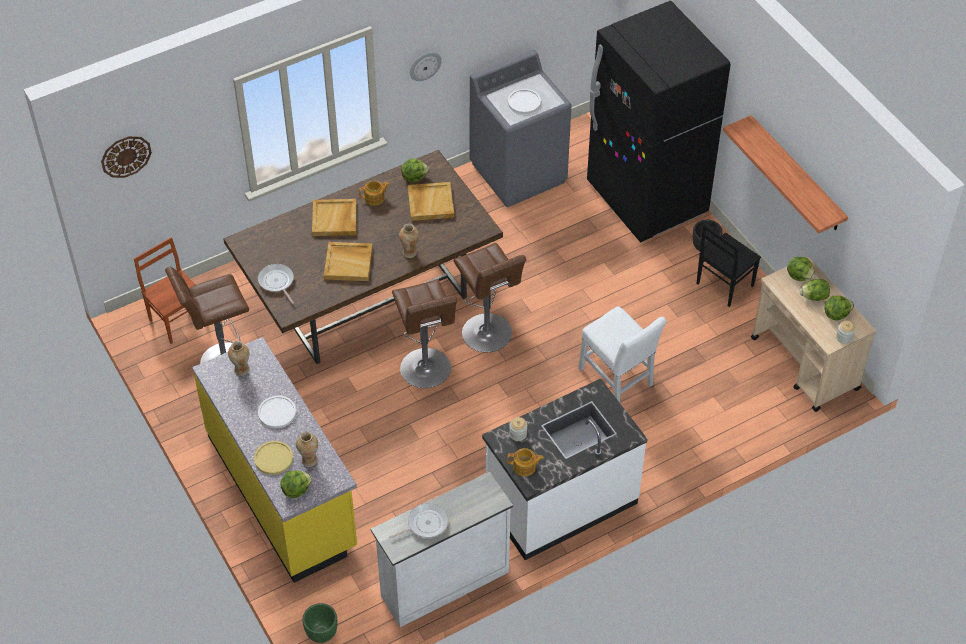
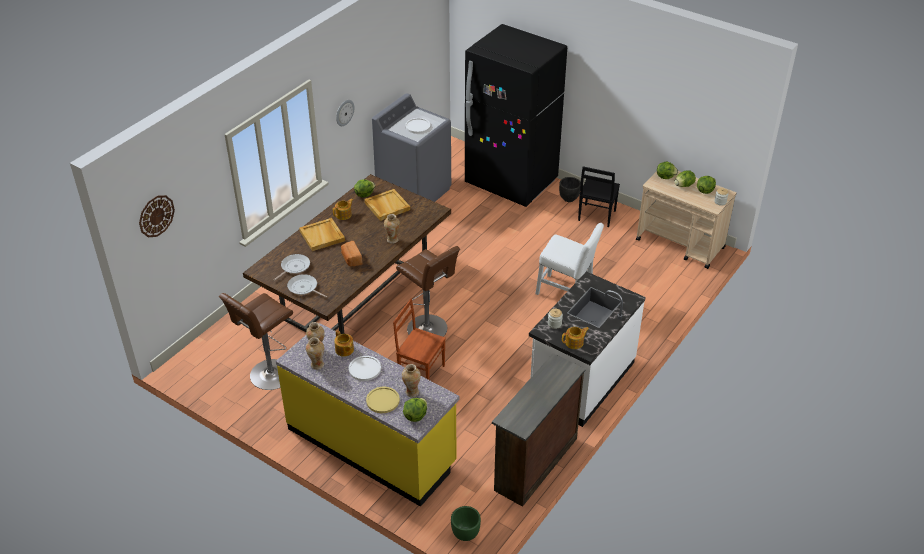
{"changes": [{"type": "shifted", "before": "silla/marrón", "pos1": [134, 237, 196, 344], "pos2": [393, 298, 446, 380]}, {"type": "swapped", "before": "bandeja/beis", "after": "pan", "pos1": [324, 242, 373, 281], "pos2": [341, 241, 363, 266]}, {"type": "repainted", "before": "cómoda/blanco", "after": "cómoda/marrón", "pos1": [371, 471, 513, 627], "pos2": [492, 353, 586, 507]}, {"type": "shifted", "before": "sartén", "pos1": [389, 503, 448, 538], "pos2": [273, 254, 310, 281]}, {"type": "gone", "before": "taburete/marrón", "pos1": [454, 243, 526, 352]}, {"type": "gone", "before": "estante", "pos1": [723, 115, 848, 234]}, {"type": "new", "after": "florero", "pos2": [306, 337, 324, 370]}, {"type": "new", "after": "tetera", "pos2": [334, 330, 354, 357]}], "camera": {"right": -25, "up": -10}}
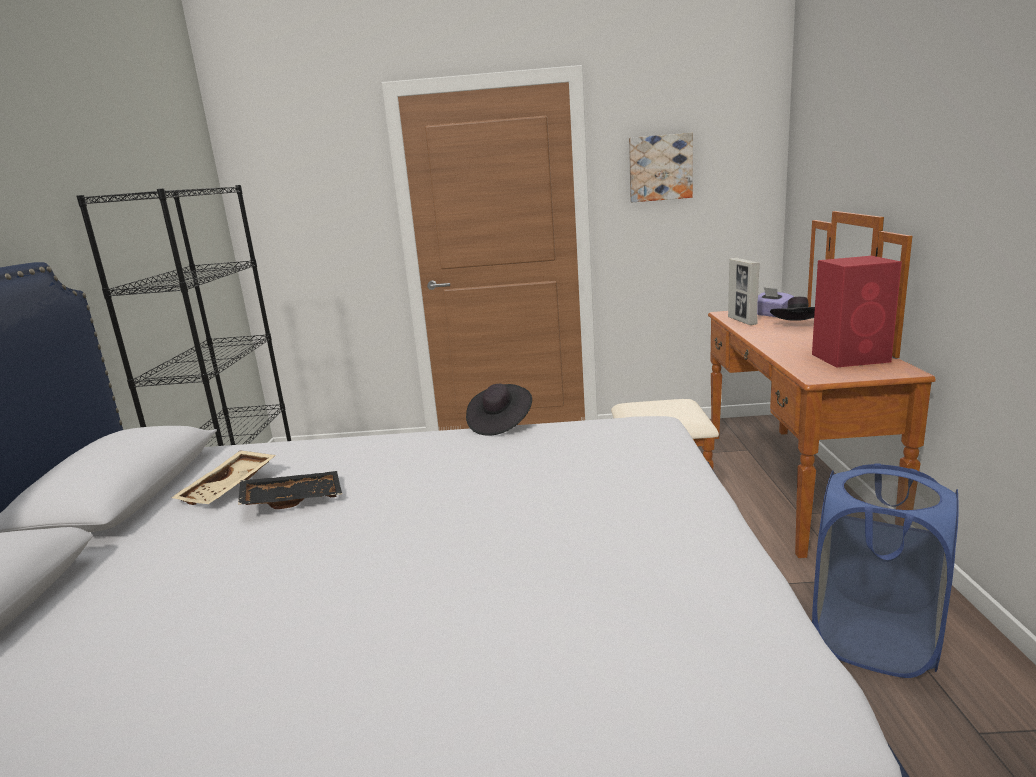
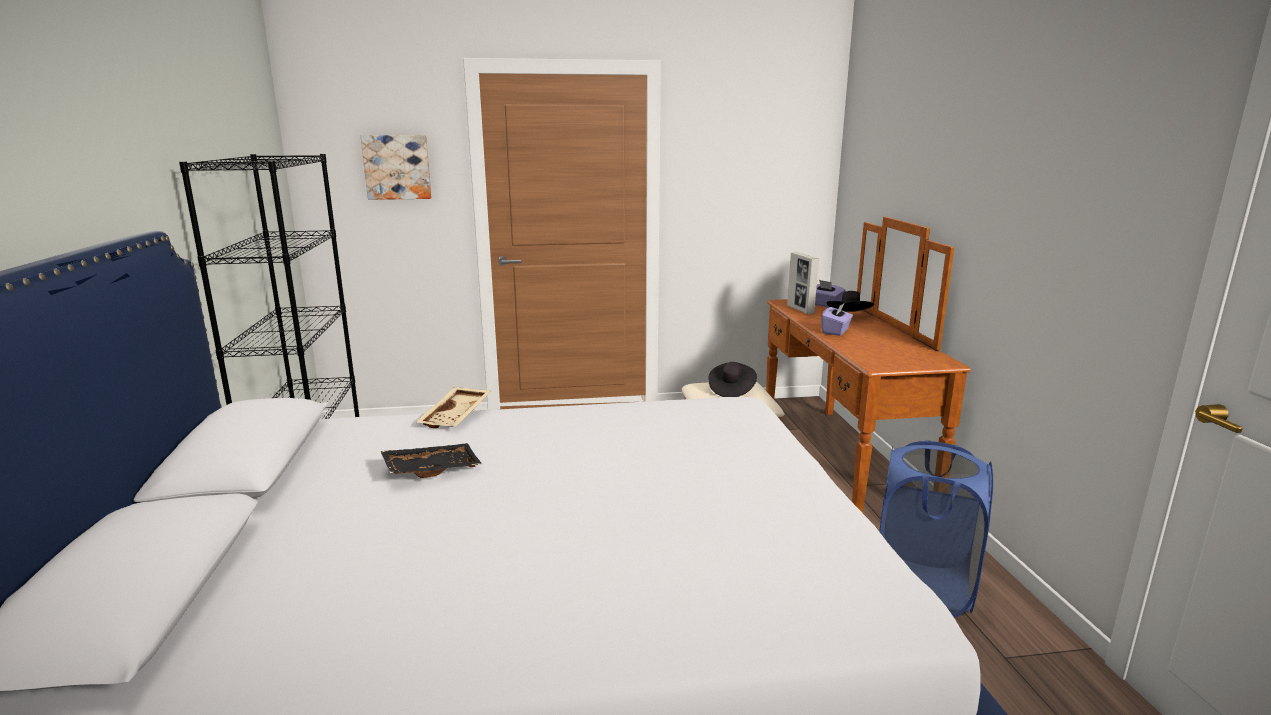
{"changes": [{"type": "shifted", "before": "bandeja/beis", "pos1": [171, 451, 276, 505], "pos2": [416, 387, 491, 428]}, {"type": "shifted", "before": "sombrero/negro", "pos1": [466, 384, 532, 436], "pos2": [708, 362, 757, 397]}, {"type": "shifted", "before": "cuadro", "pos1": [629, 133, 693, 202], "pos2": [361, 135, 432, 200]}, {"type": "gone", "before": "altavoz/rojo", "pos1": [812, 256, 902, 368]}, {"type": "new", "after": "caja de pañuelos/morado", "pos2": [821, 303, 853, 336]}], "camera": {"right": -10, "up": 0}}
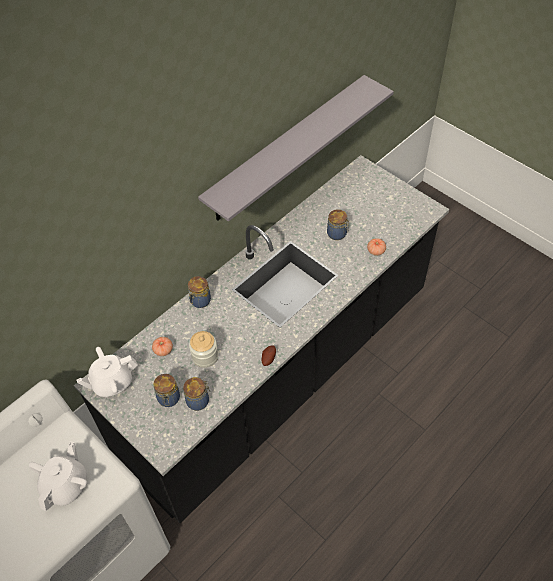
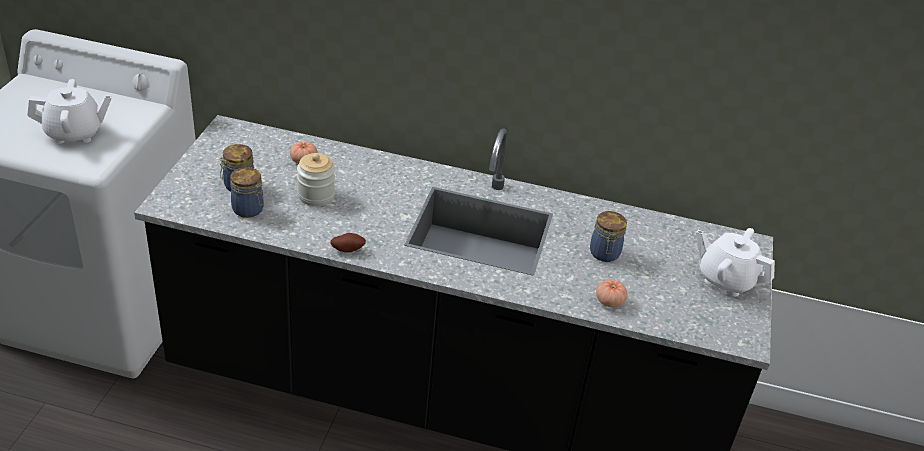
{"changes": [{"type": "shifted", "before": "tetera/blanco", "pos1": [76, 347, 138, 397], "pos2": [696, 228, 775, 296]}, {"type": "gone", "before": "tarro", "pos1": [188, 276, 211, 308]}, {"type": "gone", "before": "estante/gris", "pos1": [198, 75, 394, 221]}], "camera": {"right": 55, "up": -15}}
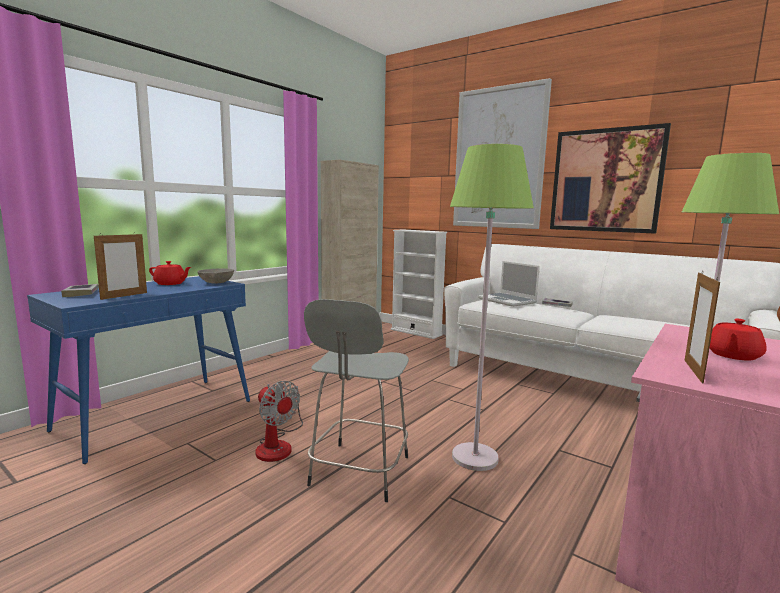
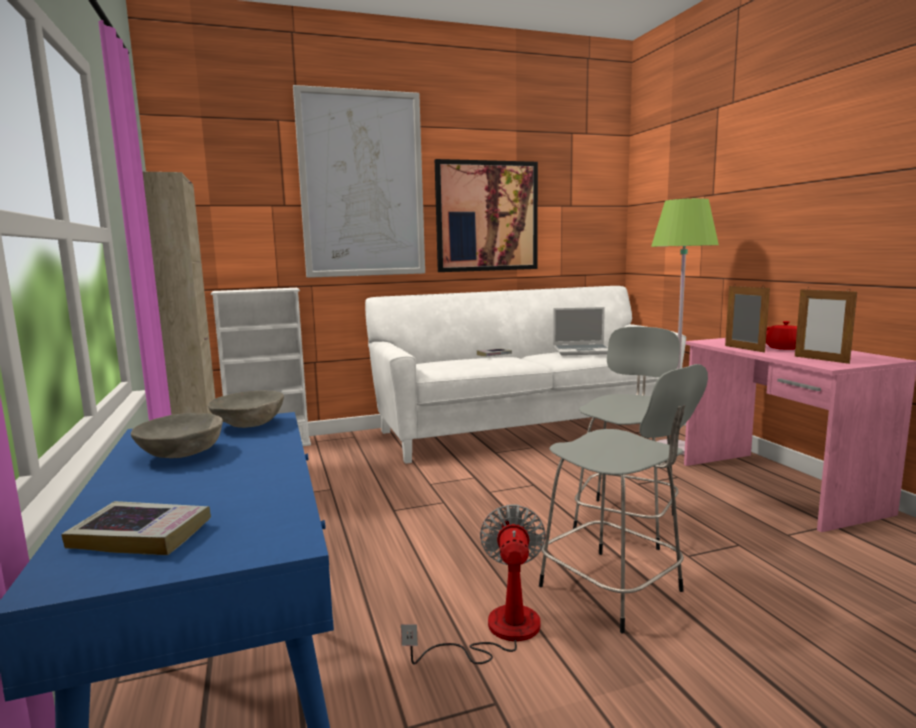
{"changes": [{"type": "shifted", "before": "portarretratos", "pos1": [94, 232, 147, 300], "pos2": [725, 285, 770, 353]}, {"type": "swapped", "before": "tetera/rojo", "after": "cuenco/gris", "pos1": [149, 261, 191, 285], "pos2": [131, 413, 223, 458]}, {"type": "rotated", "before": "ventilador", "pos1": [255, 381, 303, 462], "pos2": [401, 504, 546, 665], "turn": -75}, {"type": "swapped", "before": "lámpara de pie/verde", "after": "taburete/gris", "pos1": [450, 144, 534, 471], "pos2": [573, 327, 680, 550]}, {"type": "shifted", "before": "portátil", "pos1": [478, 261, 540, 307], "pos2": [553, 307, 608, 355]}], "camera": {"right": -55, "up": 0}}
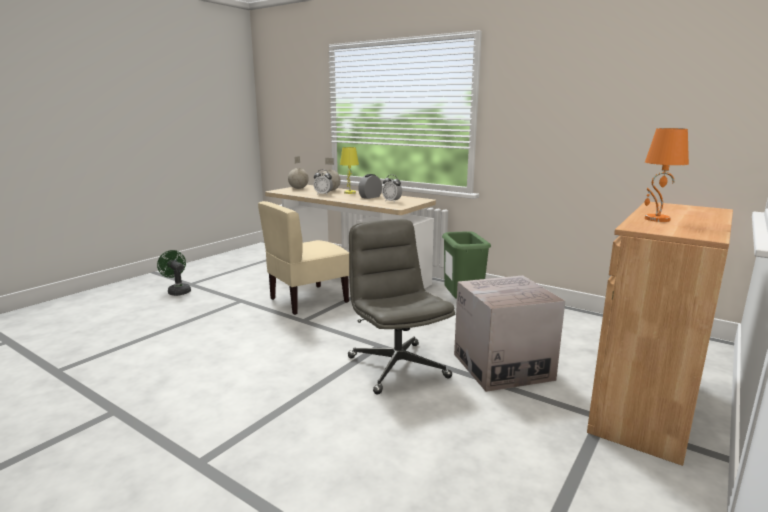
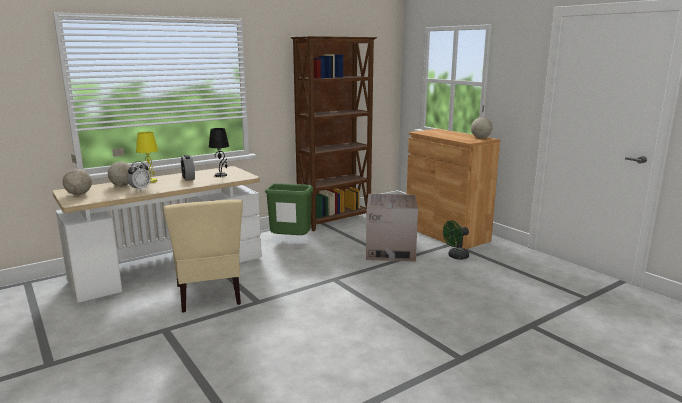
{"changes": [{"type": "shifted", "before": "ventilador/verde", "pos1": [157, 250, 191, 296], "pos2": [443, 220, 469, 260]}, {"type": "gone", "before": "silla de oficina/gris", "pos1": [348, 219, 455, 395]}, {"type": "swapped", "before": "despertador", "after": "lámpara de mesa/negro", "pos1": [382, 175, 402, 203], "pos2": [209, 128, 229, 177]}, {"type": "gone", "before": "lámpara de mesa/naranja", "pos1": [644, 128, 689, 222]}, {"type": "new", "after": "estantería/marrón", "pos2": [290, 36, 377, 231]}, {"type": "new", "after": "globo terráqueo", "pos2": [471, 105, 493, 138]}], "camera": {"right": -70, "up": 0}}
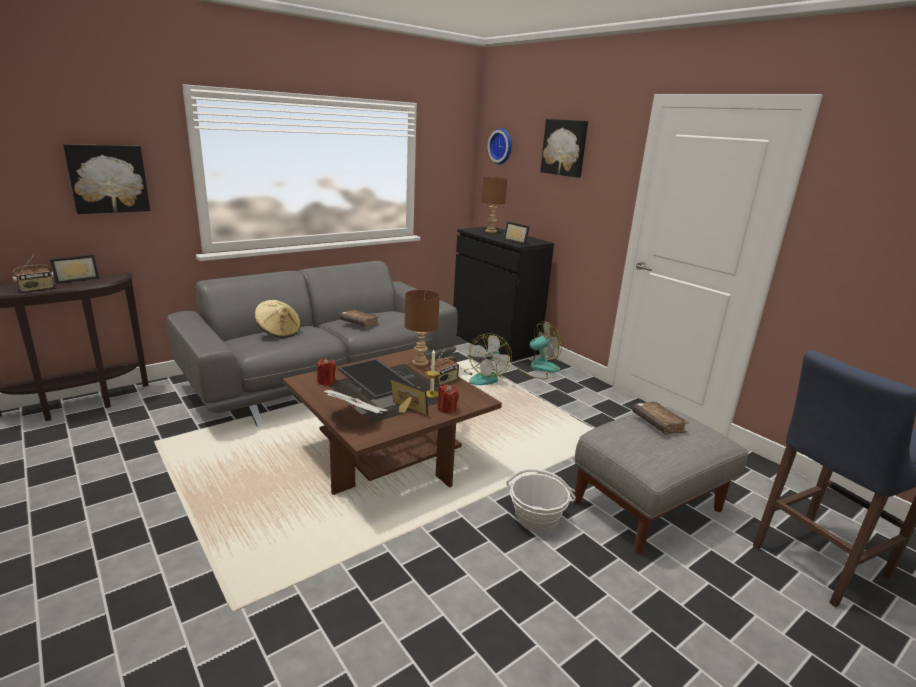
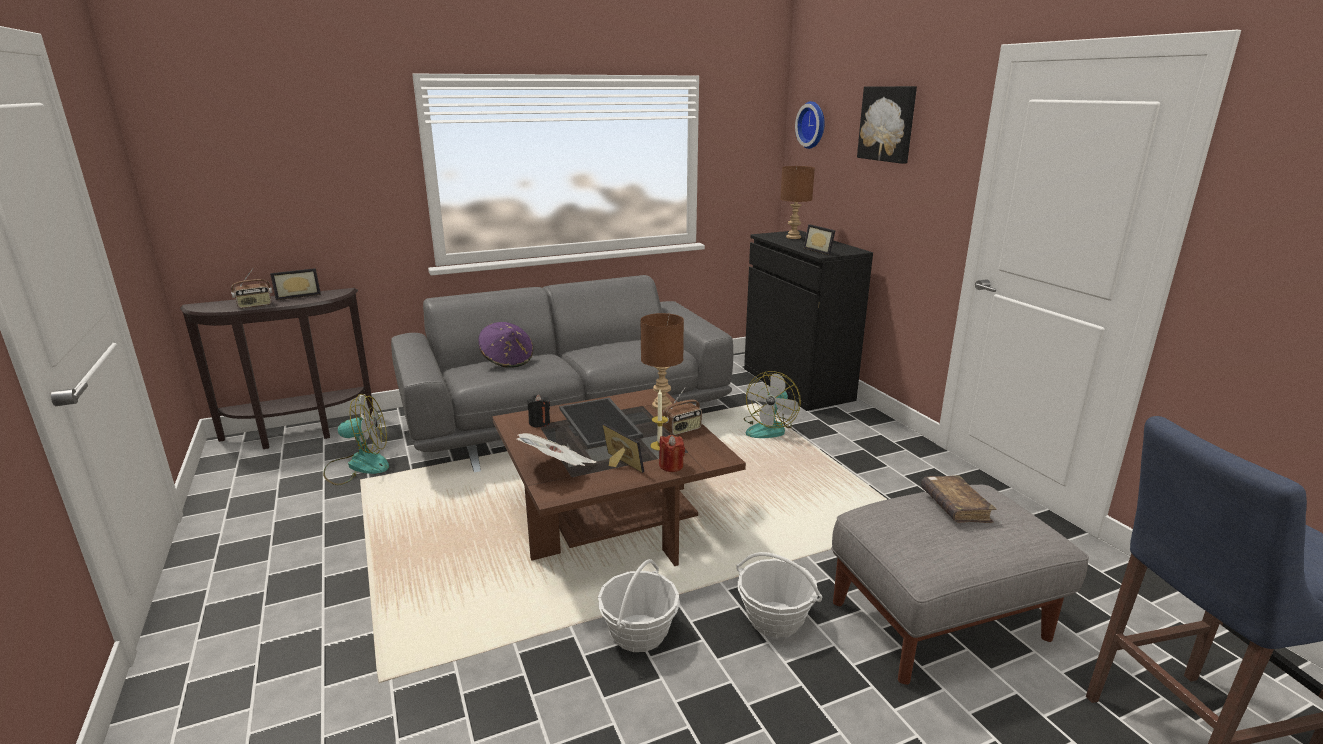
{"changes": [{"type": "gone", "before": "cuadro", "pos1": [63, 144, 150, 214]}, {"type": "repainted", "before": "sombrero/beis", "after": "sombrero/morado", "pos1": [254, 300, 301, 338], "pos2": [478, 322, 533, 368]}, {"type": "repainted", "before": "vela/rojo", "after": "vela/negro", "pos1": [317, 358, 336, 386], "pos2": [528, 395, 550, 428]}, {"type": "gone", "before": "libro/marrón", "pos1": [339, 310, 380, 327]}, {"type": "shifted", "before": "ventilador", "pos1": [518, 321, 562, 379], "pos2": [323, 394, 389, 485]}, {"type": "new", "after": "cesta", "pos2": [598, 559, 680, 652]}], "camera": {"right": 15, "up": 0}}
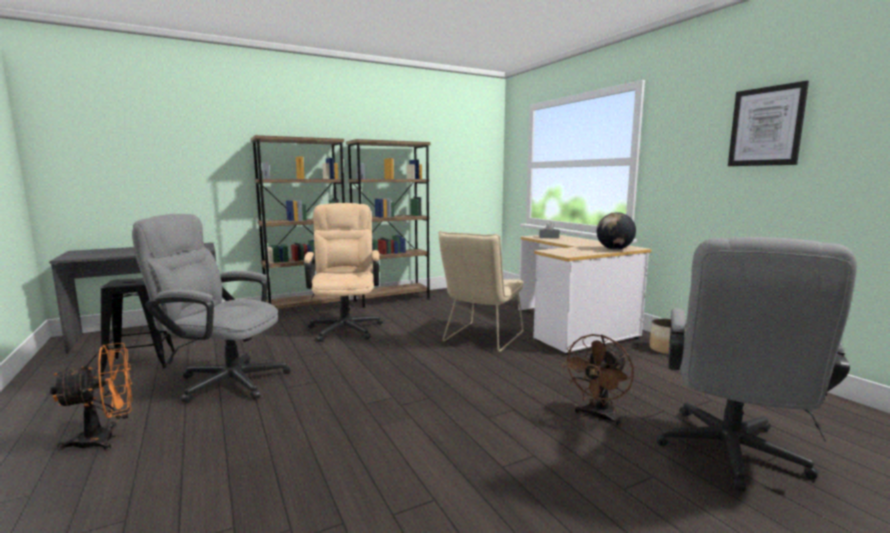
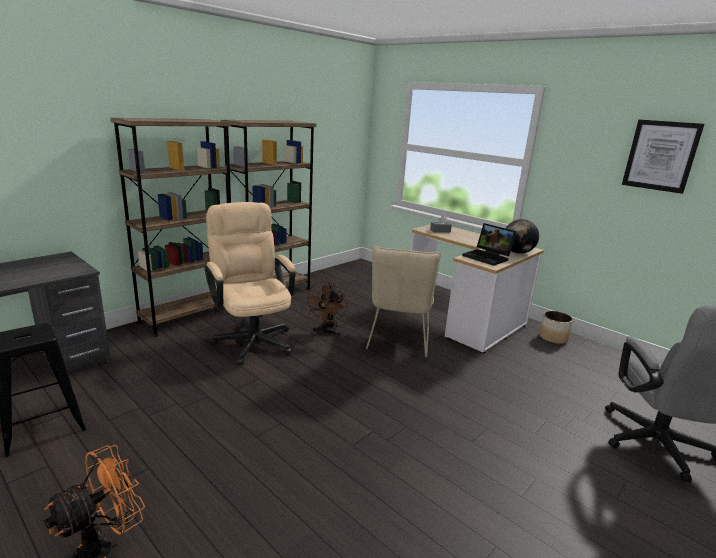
{"changes": [{"type": "gone", "before": "silla de oficina/gris", "pos1": [132, 214, 291, 403]}, {"type": "shifted", "before": "ventilador/marrón", "pos1": [561, 334, 634, 427], "pos2": [304, 281, 347, 337]}, {"type": "new", "after": "portátil", "pos2": [462, 223, 517, 266]}], "camera": {"right": -20, "up": 10}}
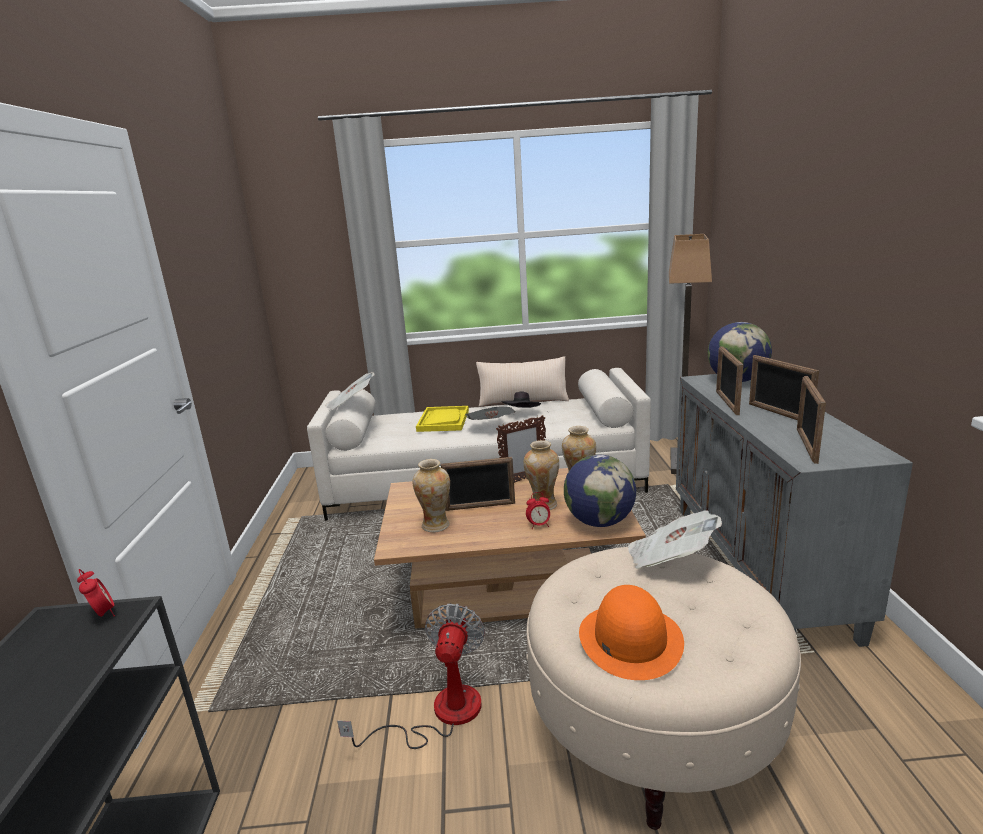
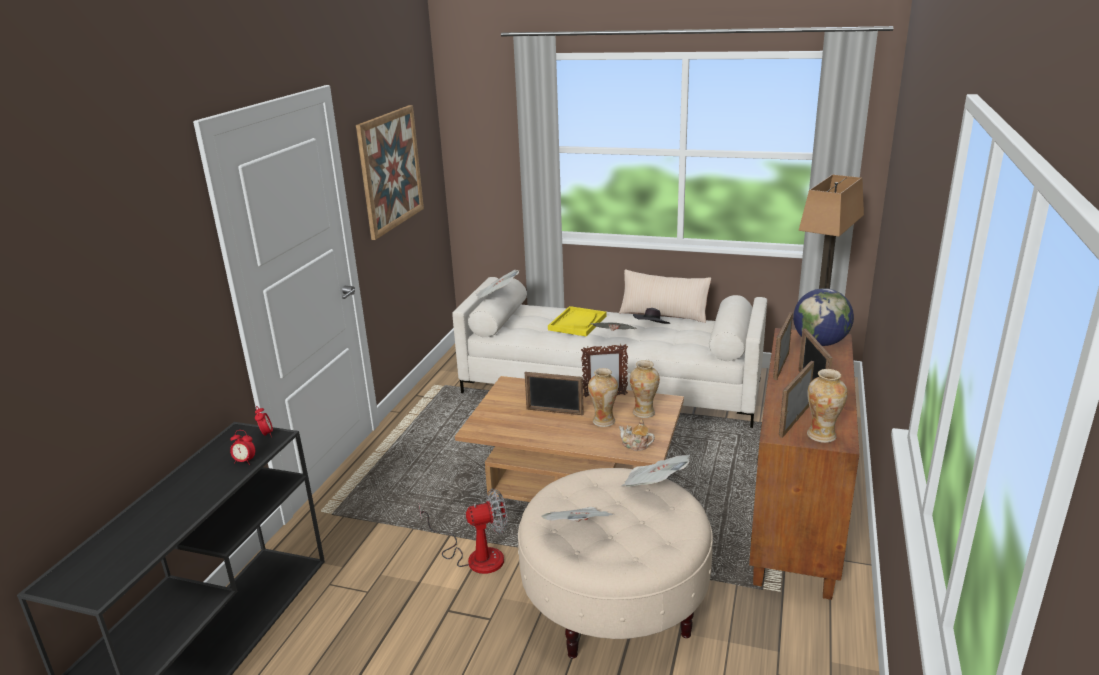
{"changes": [{"type": "rotated", "before": "ventilador", "pos1": [337, 603, 485, 749], "pos2": [419, 488, 508, 574], "turn": 45}, {"type": "shifted", "before": "florero", "pos1": [413, 459, 450, 532], "pos2": [807, 369, 848, 443]}, {"type": "shifted", "before": "despertador", "pos1": [526, 492, 550, 529], "pos2": [230, 430, 255, 465]}, {"type": "swapped", "before": "globo terráqueo", "after": "tetera", "pos1": [564, 454, 636, 527], "pos2": [619, 419, 655, 451]}, {"type": "swapped", "before": "sombrero/naranja", "after": "periódico", "pos1": [579, 585, 684, 680], "pos2": [541, 507, 612, 522]}, {"type": "repainted", "before": "armario/gris", "after": "armario/marrón", "pos1": [676, 374, 913, 647], "pos2": [749, 328, 859, 600]}, {"type": "new", "after": "cuadro", "pos2": [356, 105, 424, 240]}], "camera": {"right": 20, "up": 5}}
